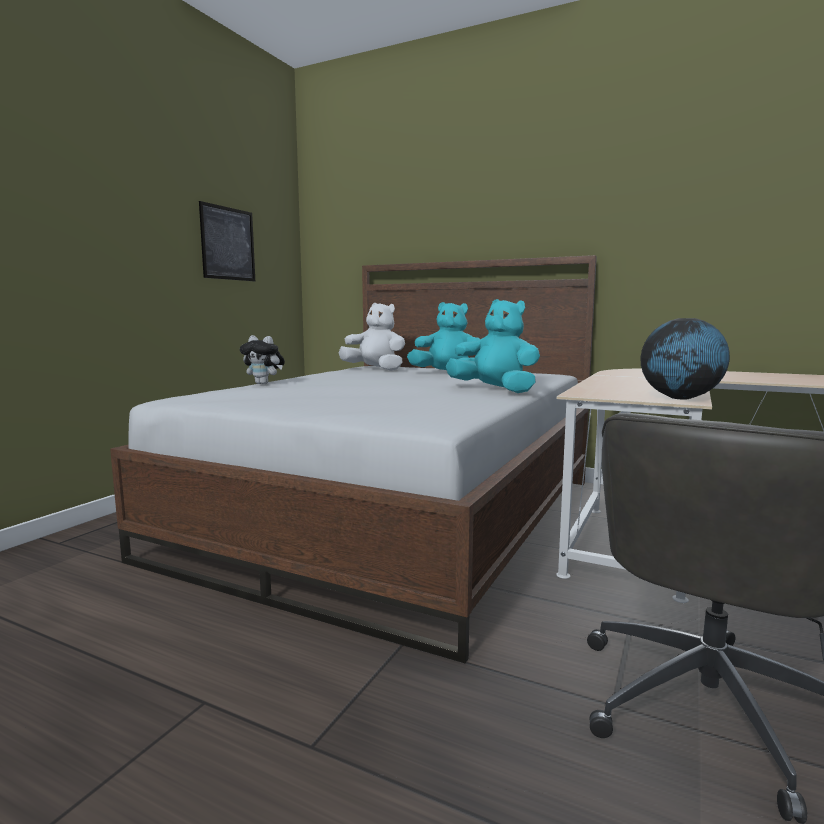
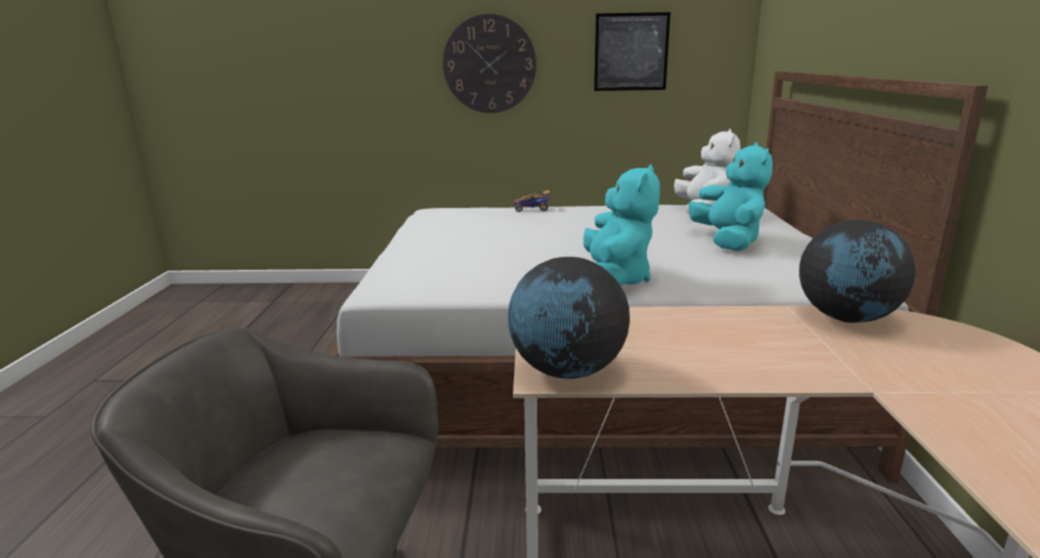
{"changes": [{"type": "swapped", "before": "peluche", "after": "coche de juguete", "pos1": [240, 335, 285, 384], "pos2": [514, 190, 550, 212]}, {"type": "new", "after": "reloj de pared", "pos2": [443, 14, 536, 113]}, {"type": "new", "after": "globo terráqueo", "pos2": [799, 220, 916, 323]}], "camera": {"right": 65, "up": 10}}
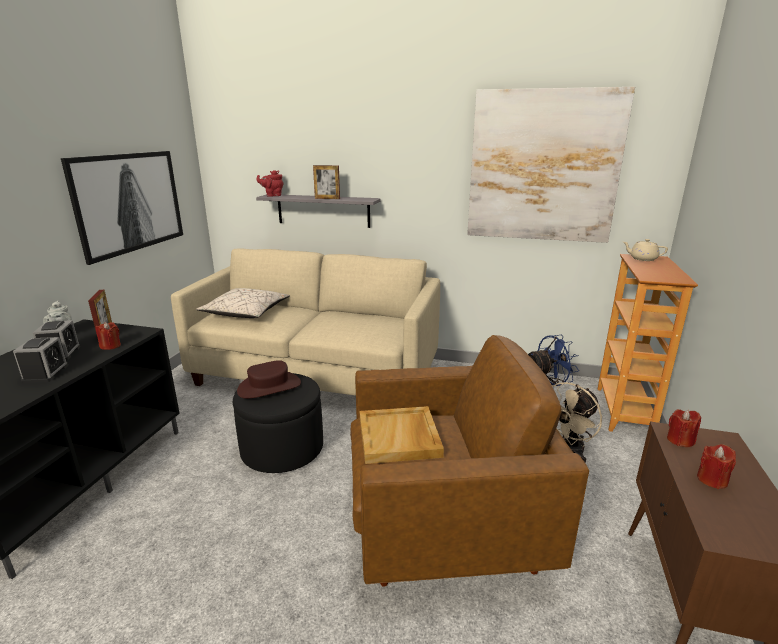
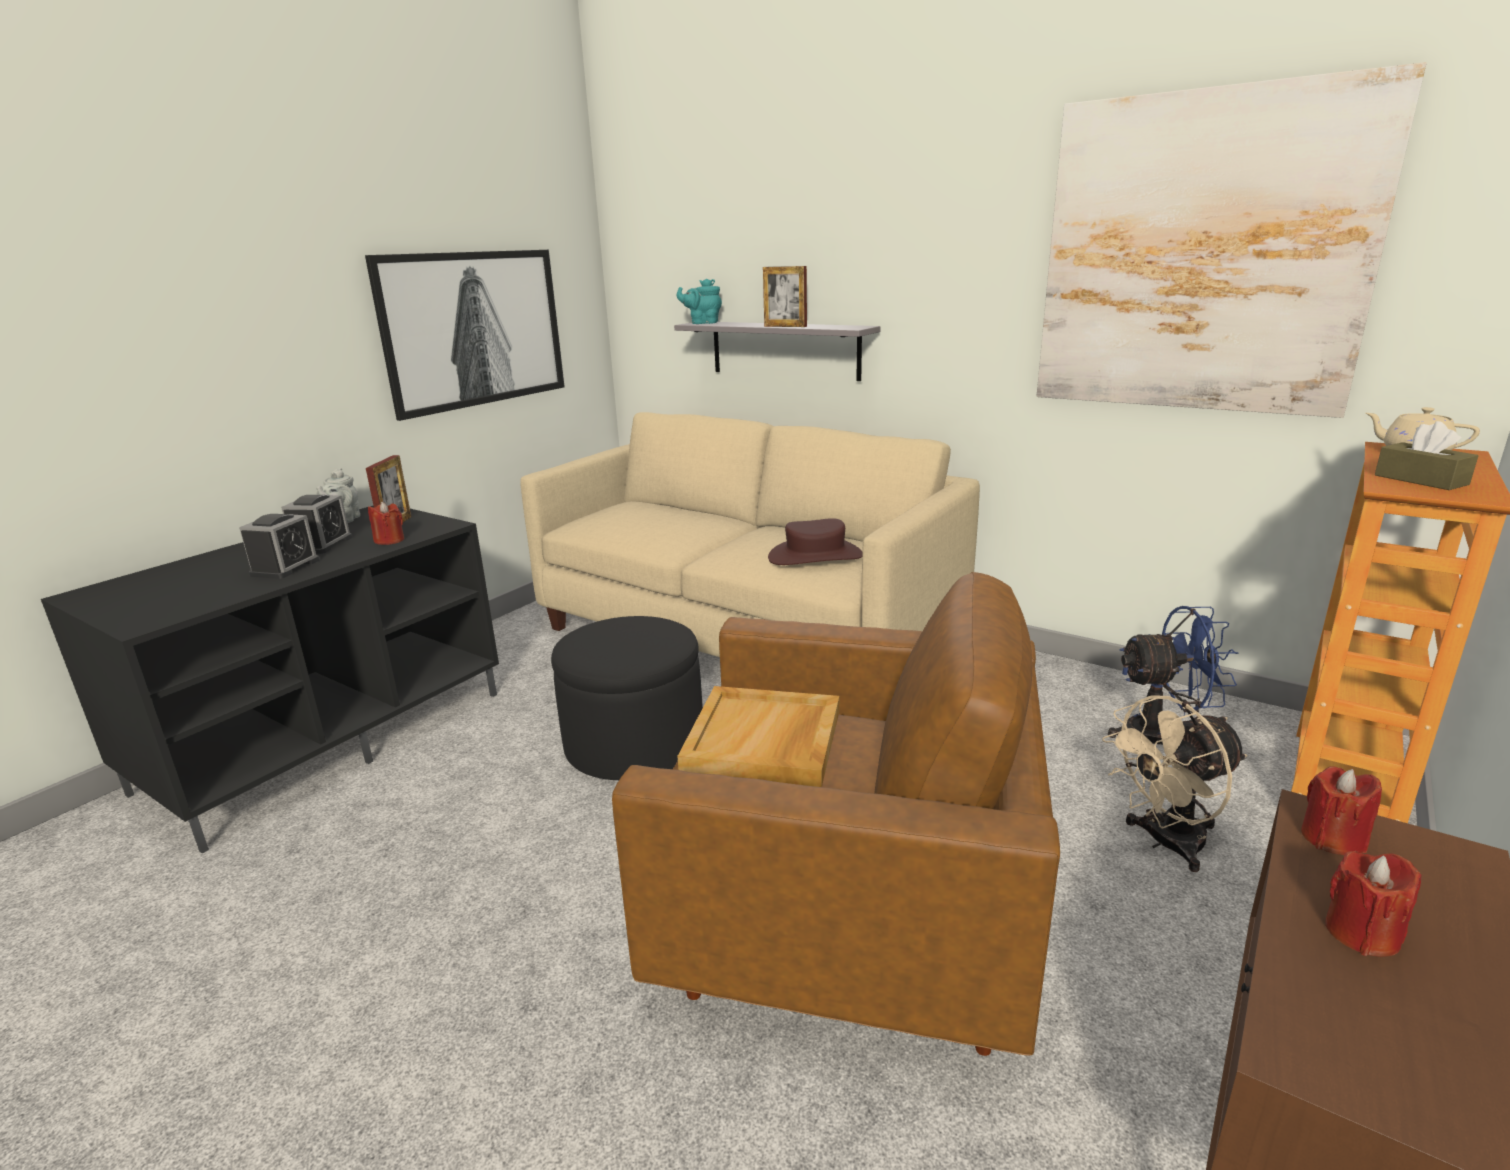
{"changes": [{"type": "gone", "before": "cojín/beis", "pos1": [196, 288, 290, 318]}, {"type": "shifted", "before": "sombrero/marrón", "pos1": [237, 360, 301, 399], "pos2": [768, 518, 862, 565]}, {"type": "repainted", "before": "tetera/rojo", "after": "tetera/turquesa", "pos1": [256, 170, 283, 197], "pos2": [676, 279, 722, 324]}, {"type": "new", "after": "caja de pañuelos/marrón", "pos2": [1375, 421, 1478, 490]}], "camera": {"right": 20, "up": 0}}
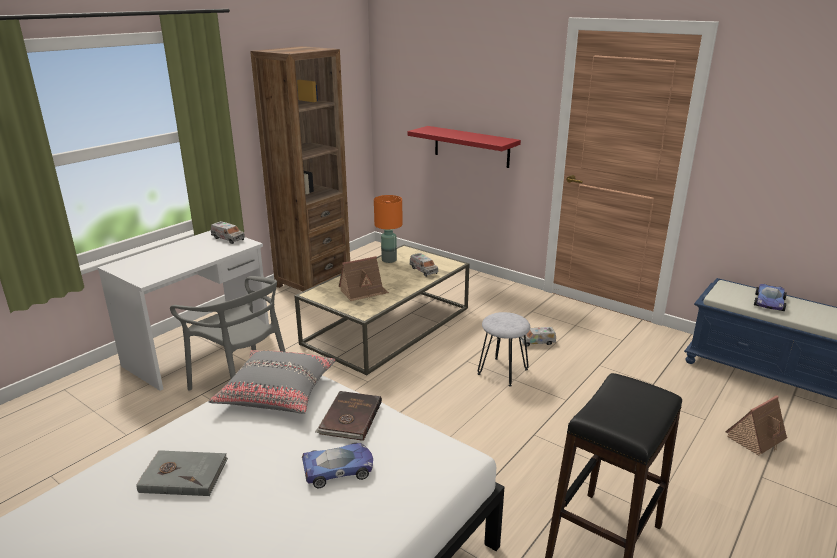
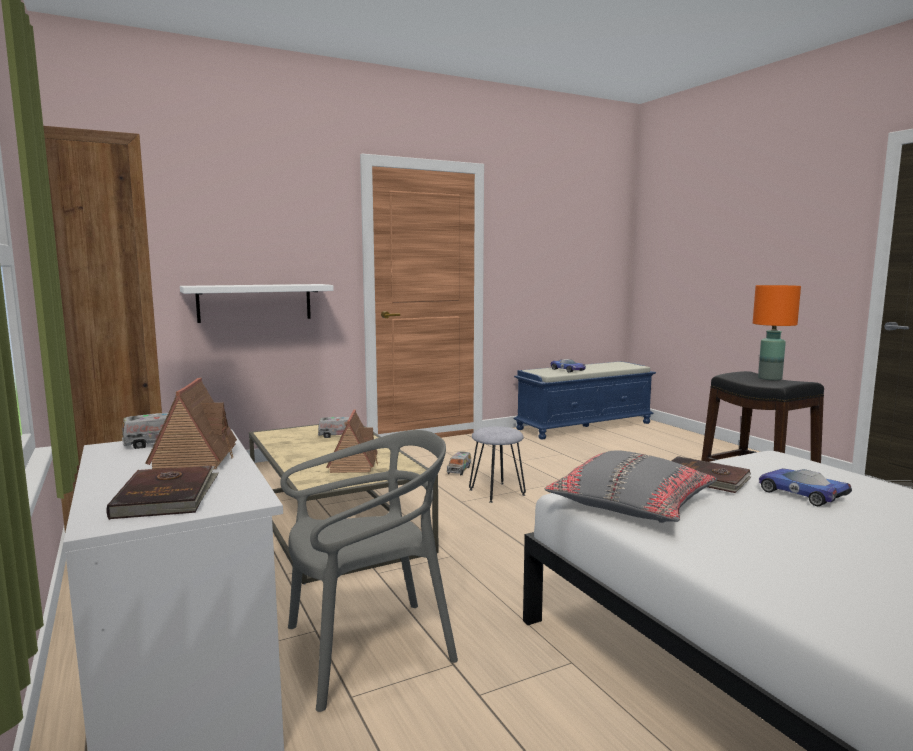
{"changes": [{"type": "gone", "before": "libro/gris", "pos1": [136, 450, 228, 496]}, {"type": "rotated", "before": "coche de juguete", "pos1": [302, 443, 373, 488], "pos2": [759, 468, 852, 506], "turn": -45}, {"type": "shifted", "before": "lámpara de mesa/naranja", "pos1": [374, 195, 403, 263], "pos2": [753, 285, 801, 380]}, {"type": "repainted", "before": "estante/rojo", "after": "estante/blanco", "pos1": [407, 126, 521, 168], "pos2": [180, 284, 334, 323]}, {"type": "shifted", "before": "casita", "pos1": [725, 395, 788, 455], "pos2": [145, 378, 237, 469]}, {"type": "new", "after": "libro/marrón", "pos2": [106, 465, 219, 520]}], "camera": {"right": -65, "up": -15}}
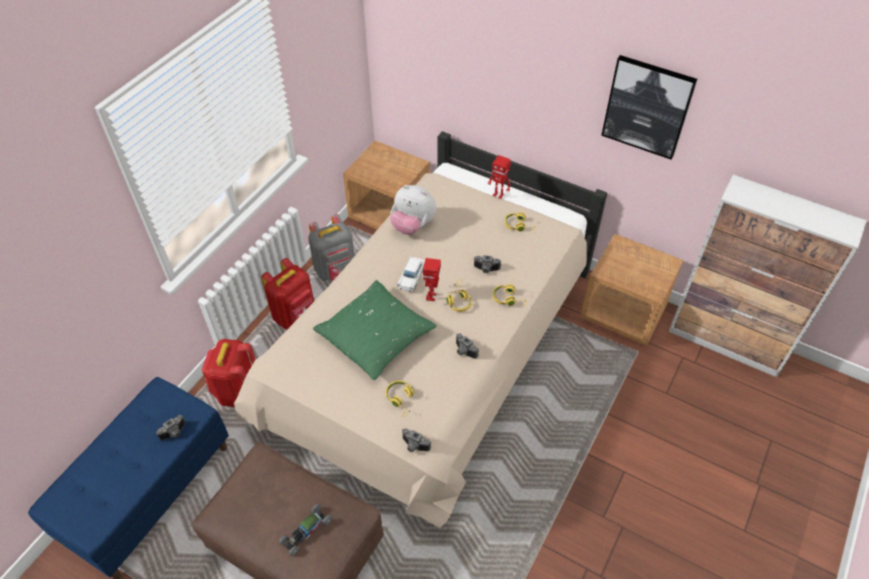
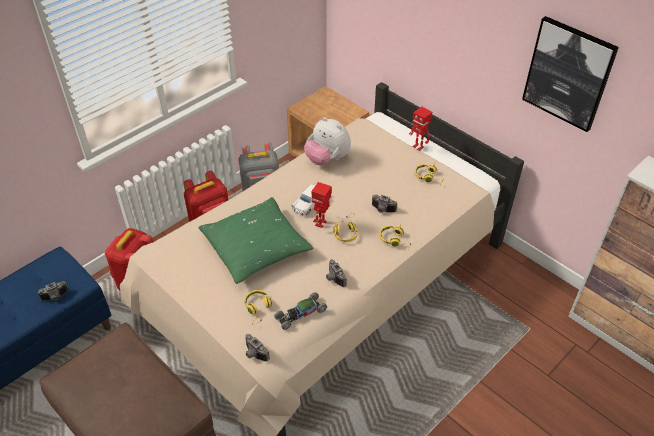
{"changes": [{"type": "shifted", "before": "coche de juguete", "pos1": [279, 503, 333, 556], "pos2": [274, 292, 327, 330]}, {"type": "gone", "before": "mesita de noche/marrón", "pos1": [580, 234, 684, 346]}], "camera": {"right": 15, "up": -5}}
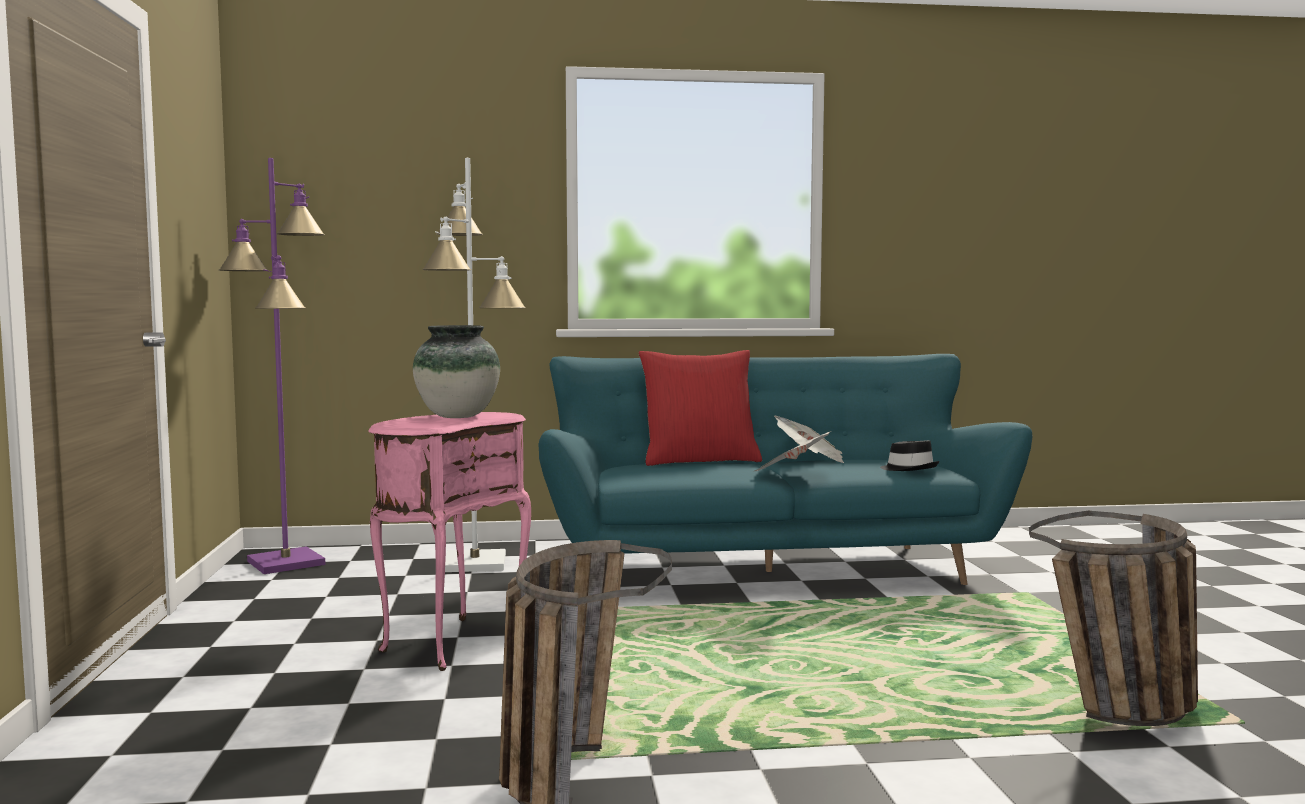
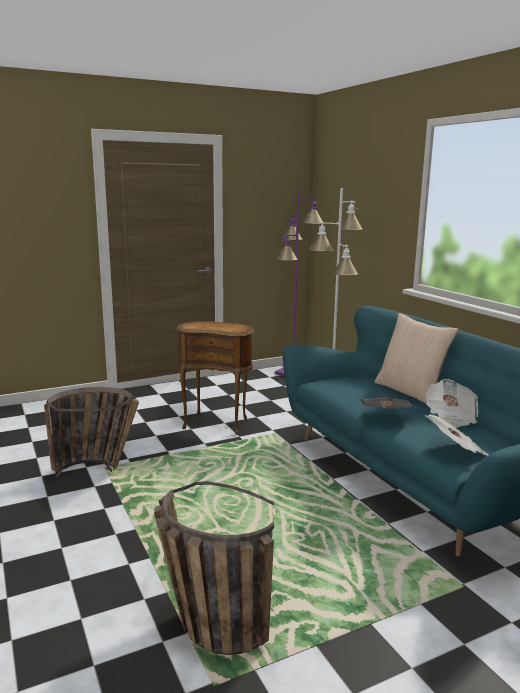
{"changes": [{"type": "repainted", "before": "mesa auxiliar/rosa", "after": "mesa auxiliar/marrón", "pos1": [368, 412, 531, 671], "pos2": [176, 321, 254, 434]}, {"type": "gone", "before": "florero", "pos1": [413, 325, 500, 418]}, {"type": "repainted", "before": "cojín/rojo", "after": "cojín/beis", "pos1": [639, 350, 762, 466], "pos2": [375, 313, 459, 403]}, {"type": "swapped", "before": "sombrero/negro", "after": "periódico", "pos1": [880, 440, 939, 471], "pos2": [425, 414, 488, 456]}], "camera": {"right": 70, "up": 10}}
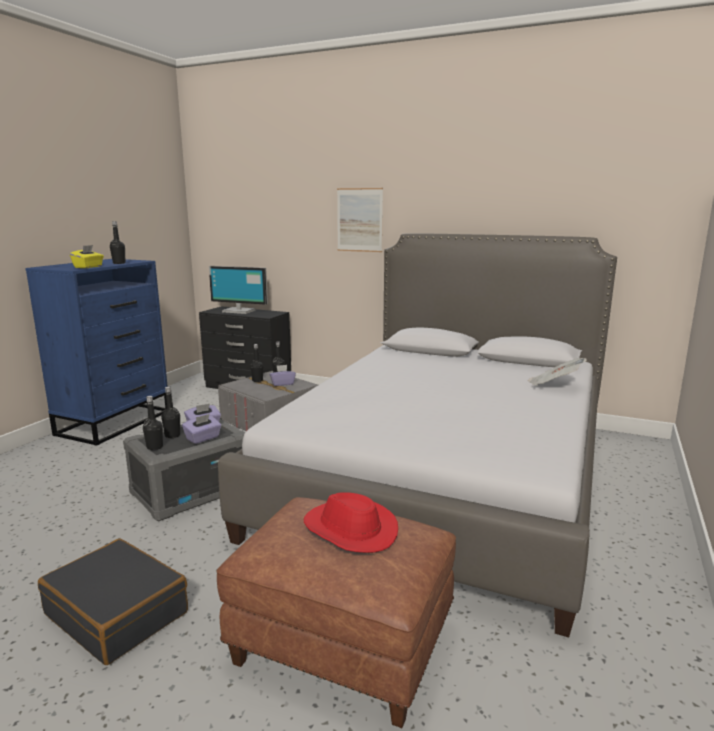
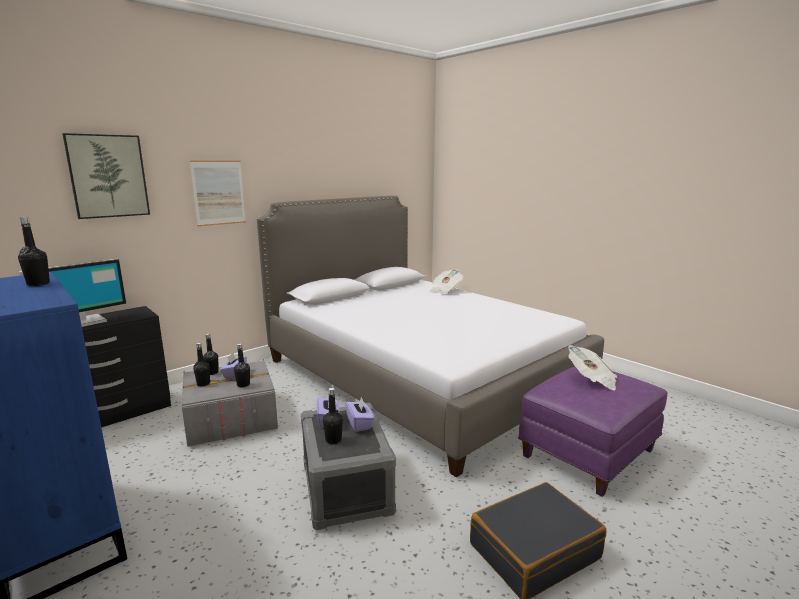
{"changes": [{"type": "gone", "before": "caja de pañuelos/amarillo", "pos1": [70, 245, 104, 268]}, {"type": "shifted", "before": "botella/negro", "pos1": [143, 396, 163, 450], "pos2": [234, 343, 250, 387]}, {"type": "repainted", "before": "puf/marrón", "after": "puf/morado", "pos1": [216, 497, 456, 728], "pos2": [518, 366, 668, 497]}, {"type": "swapped", "before": "sombrero/rojo", "after": "periódico", "pos1": [304, 492, 398, 553], "pos2": [568, 345, 617, 390]}, {"type": "new", "after": "cuadro", "pos2": [62, 133, 150, 219]}], "camera": {"right": -65, "up": 0}}
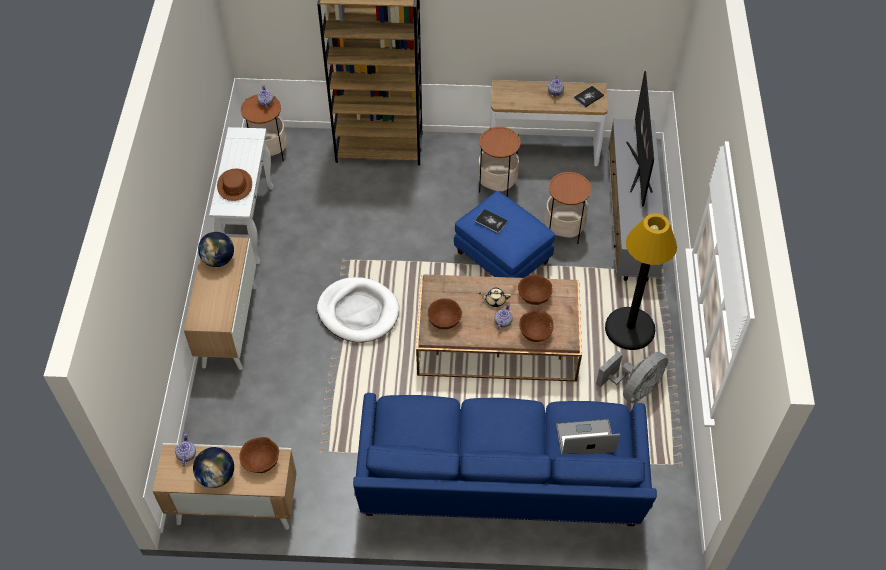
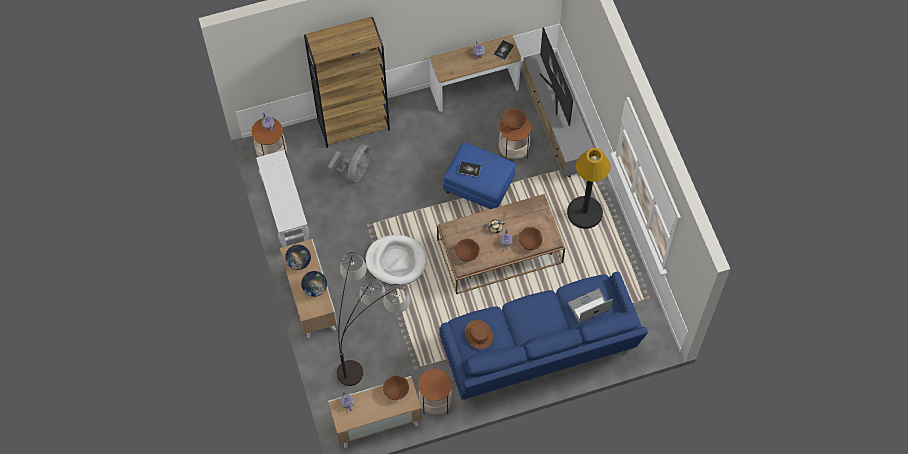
{"changes": [{"type": "shifted", "before": "globo terráqueo", "pos1": [193, 447, 234, 488], "pos2": [301, 271, 327, 297]}, {"type": "shifted", "before": "sombrero/marrón", "pos1": [217, 169, 252, 201], "pos2": [465, 320, 493, 349]}, {"type": "shifted", "before": "mesa auxiliar", "pos1": [478, 127, 521, 197], "pos2": [418, 369, 452, 415]}, {"type": "shifted", "before": "cuenco/marrón", "pos1": [518, 274, 552, 305], "pos2": [502, 108, 526, 130]}, {"type": "shifted", "before": "ventilador/gris", "pos1": [596, 351, 668, 403], "pos2": [328, 144, 371, 182]}, {"type": "new", "after": "lámpara de pie", "pos2": [337, 252, 410, 386]}], "camera": {"right": -20, "up": 10}}
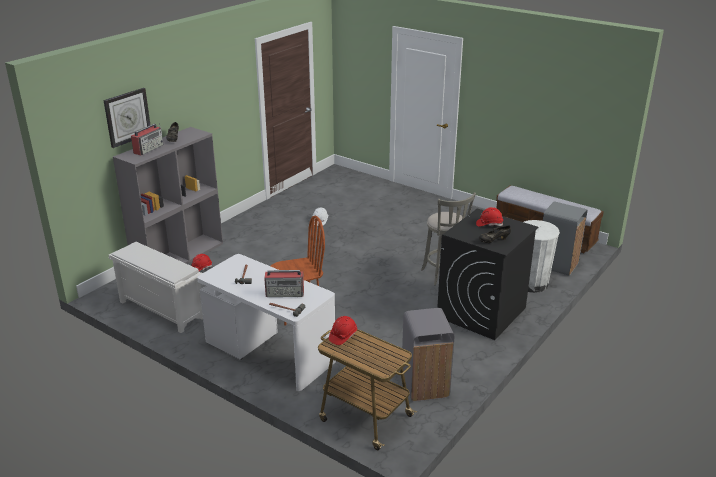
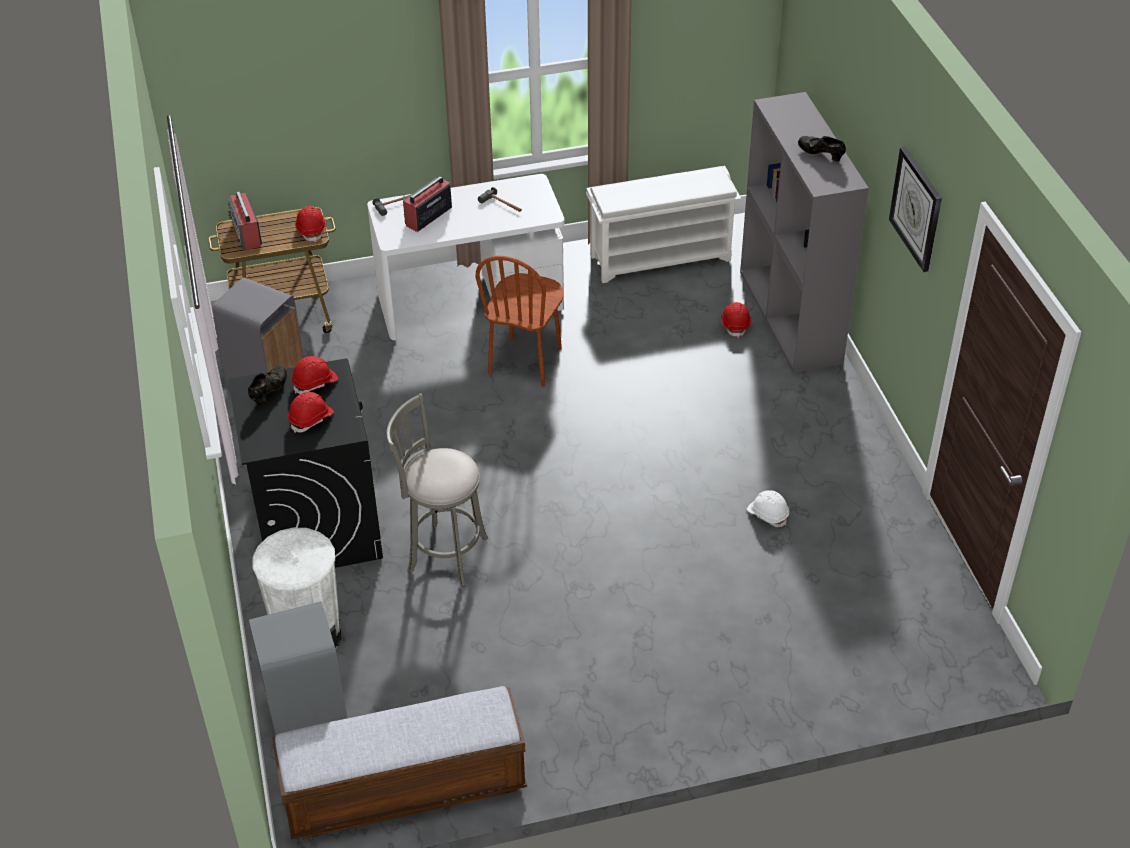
{"changes": [{"type": "shifted", "before": "reloj de pared", "pos1": [104, 88, 150, 148], "pos2": [889, 147, 942, 272]}, {"type": "shifted", "before": "radio", "pos1": [131, 123, 163, 156], "pos2": [228, 191, 262, 250]}, {"type": "new", "after": "casco/rojo", "pos2": [291, 356, 338, 394]}], "camera": {"right": 130, "up": 15}}
